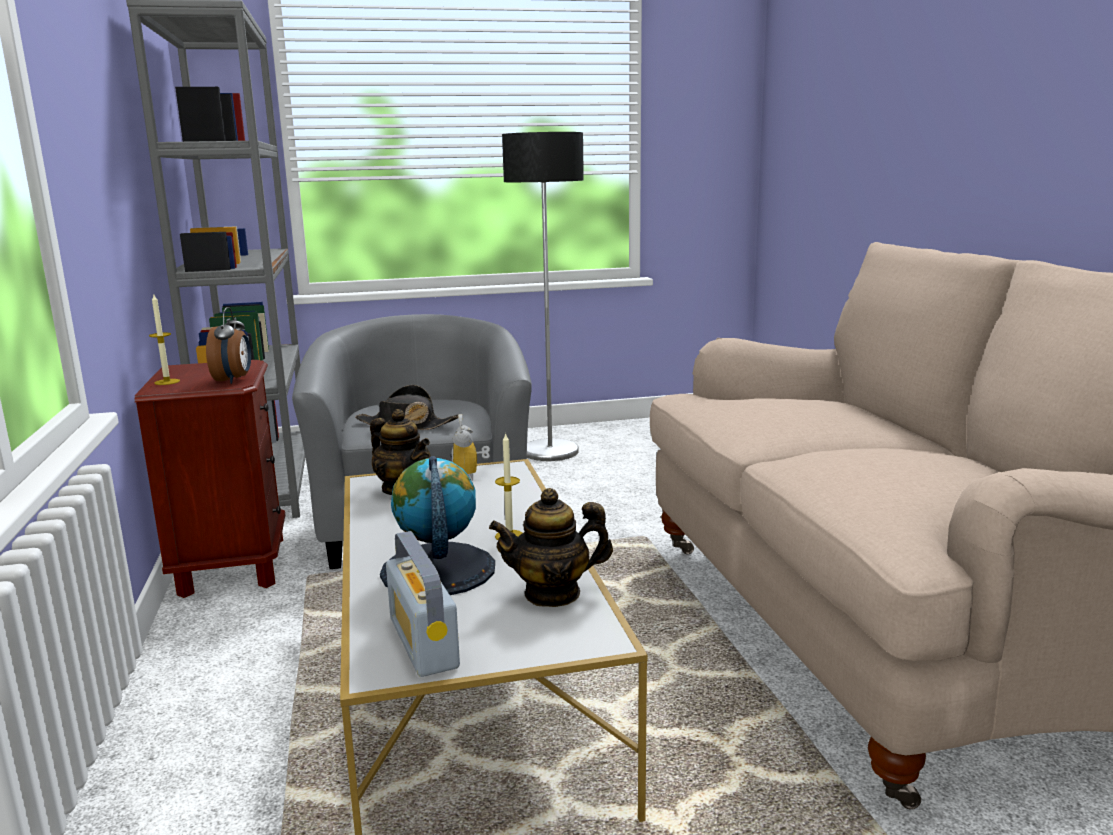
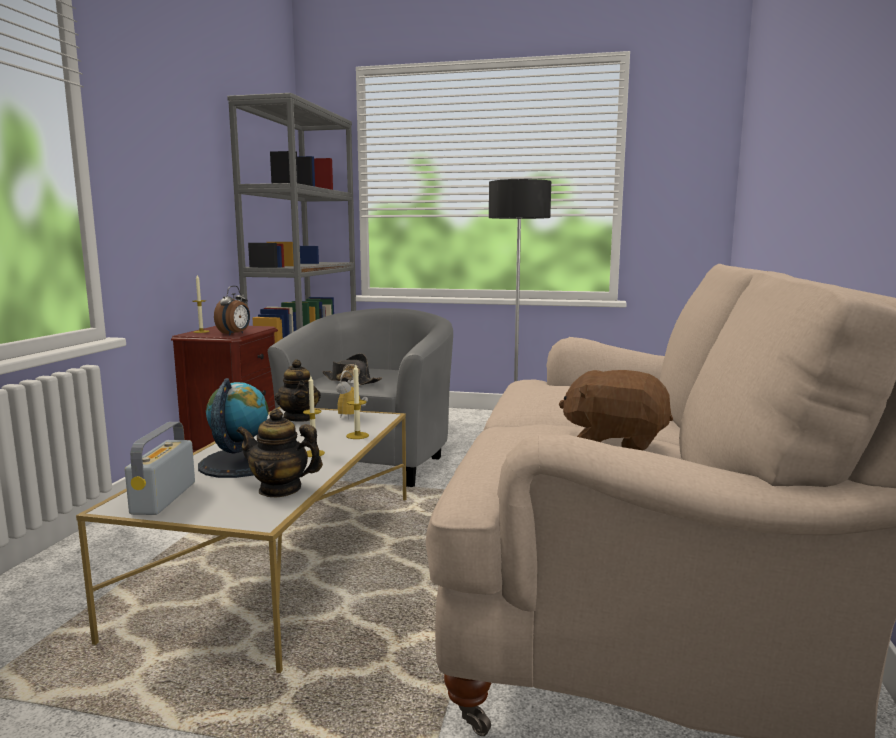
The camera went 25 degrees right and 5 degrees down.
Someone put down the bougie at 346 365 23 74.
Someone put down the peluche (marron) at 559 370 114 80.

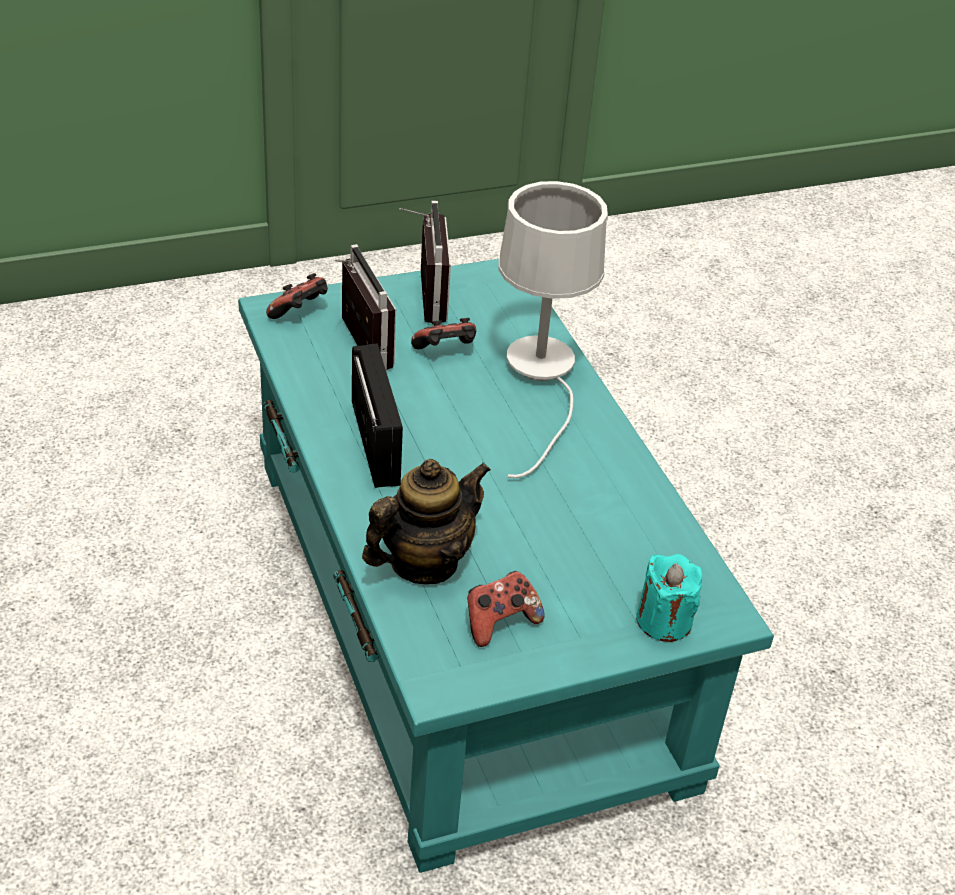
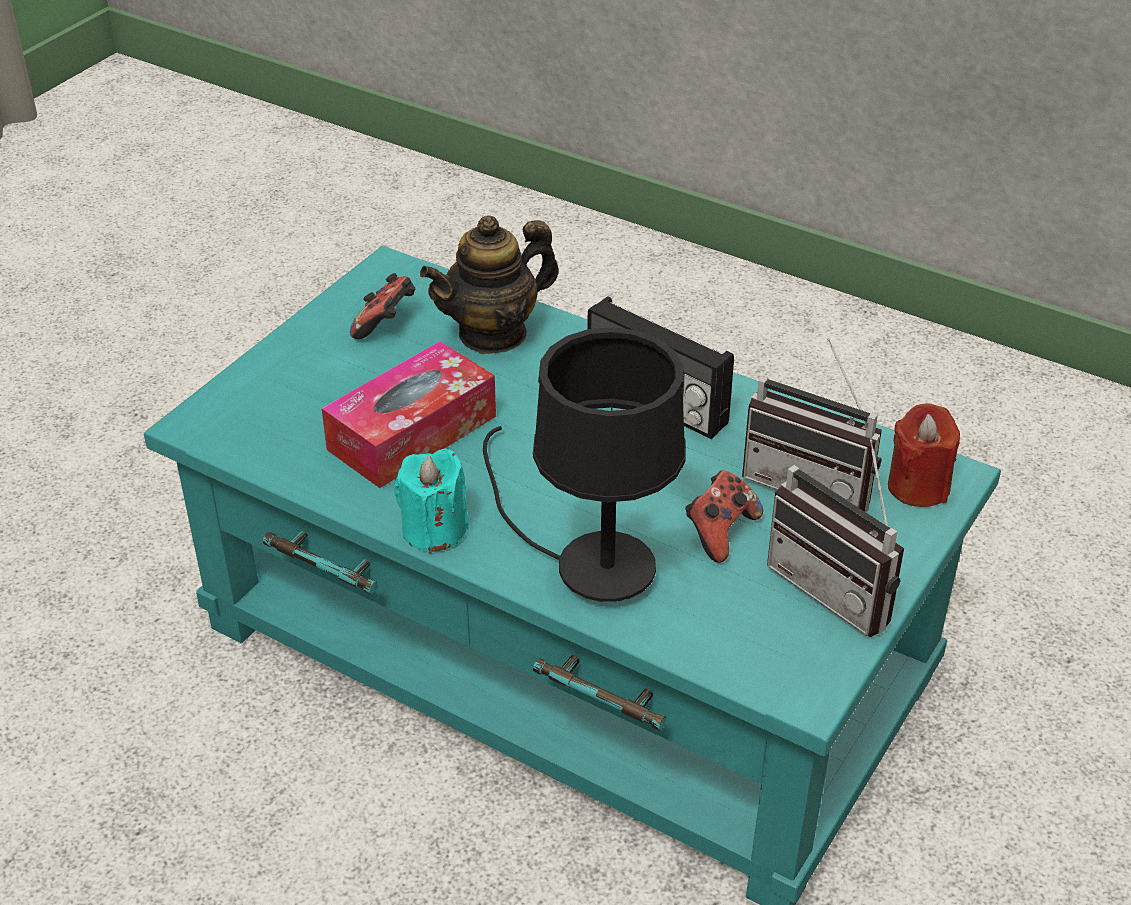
The camera went 145 degrees right and 0 degrees up.
Someone repainted the lampe de table (blanc) at 498 181 110 297, which became the lampe de table (noir) at 483 327 203 275.
Someone swapped the manette at 266 273 62 46 for the bougie (rouge) at 888 403 72 104.
Someone rotated the théière at 362 459 129 125 by 45 degrees clockwise.
Someone carried the bougie (turquoise) from 636 554 66 88 to 394 449 75 104.
Someone put down the boîte à mouchoirs at 322 341 174 147.

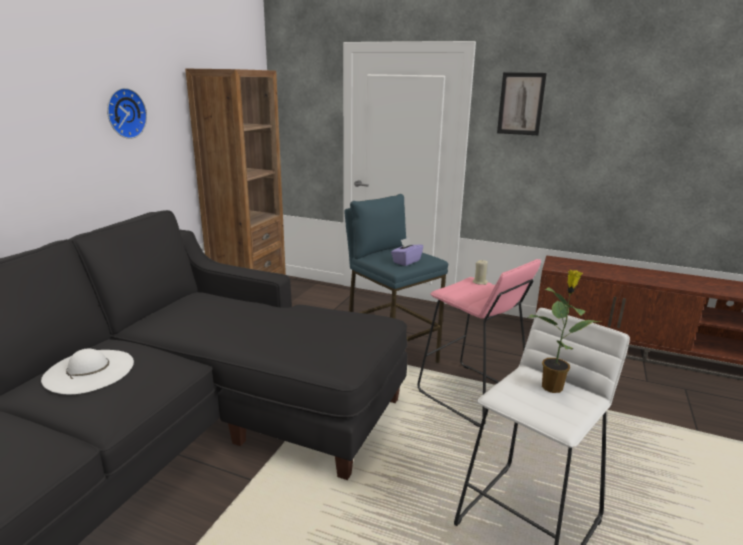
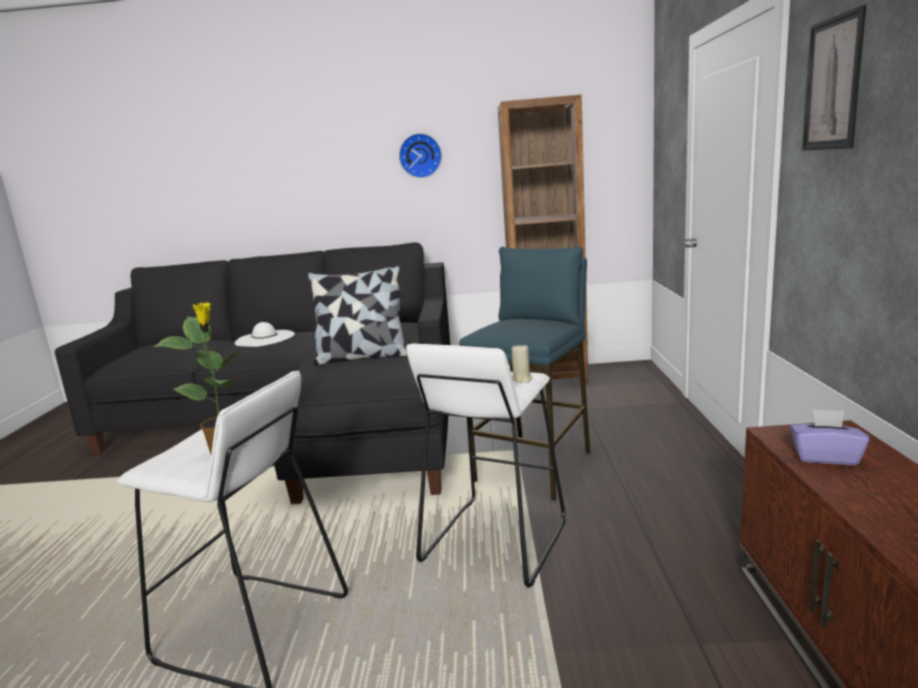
The camera went 70 degrees right and 5 degrees down.
Someone carried the boîte à mouchoirs (violet) from 391 237 32 29 to 790 409 80 56.
Someone repainted the tabouret (rose) at 418 259 123 168, which became the tabouret (blanc) at 406 343 159 245.
Someone put down the coussin at 308 265 99 101.

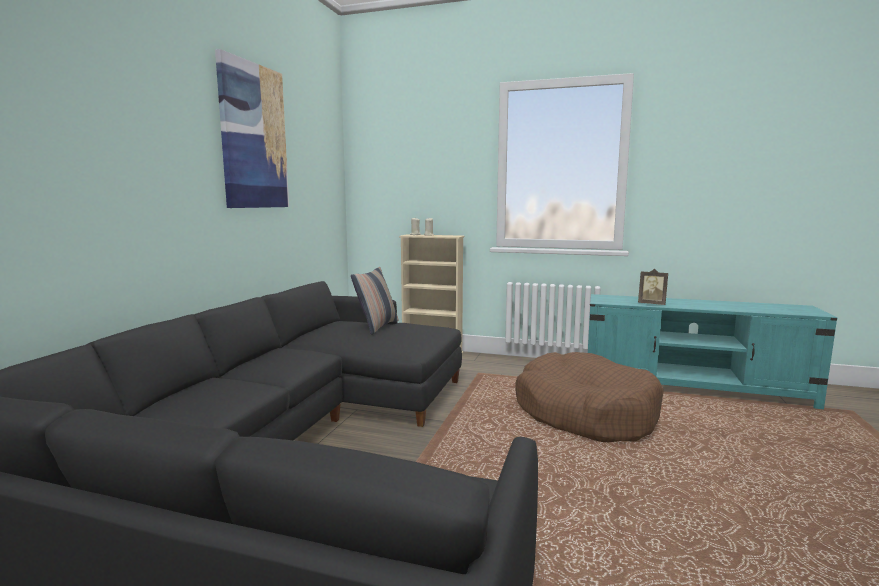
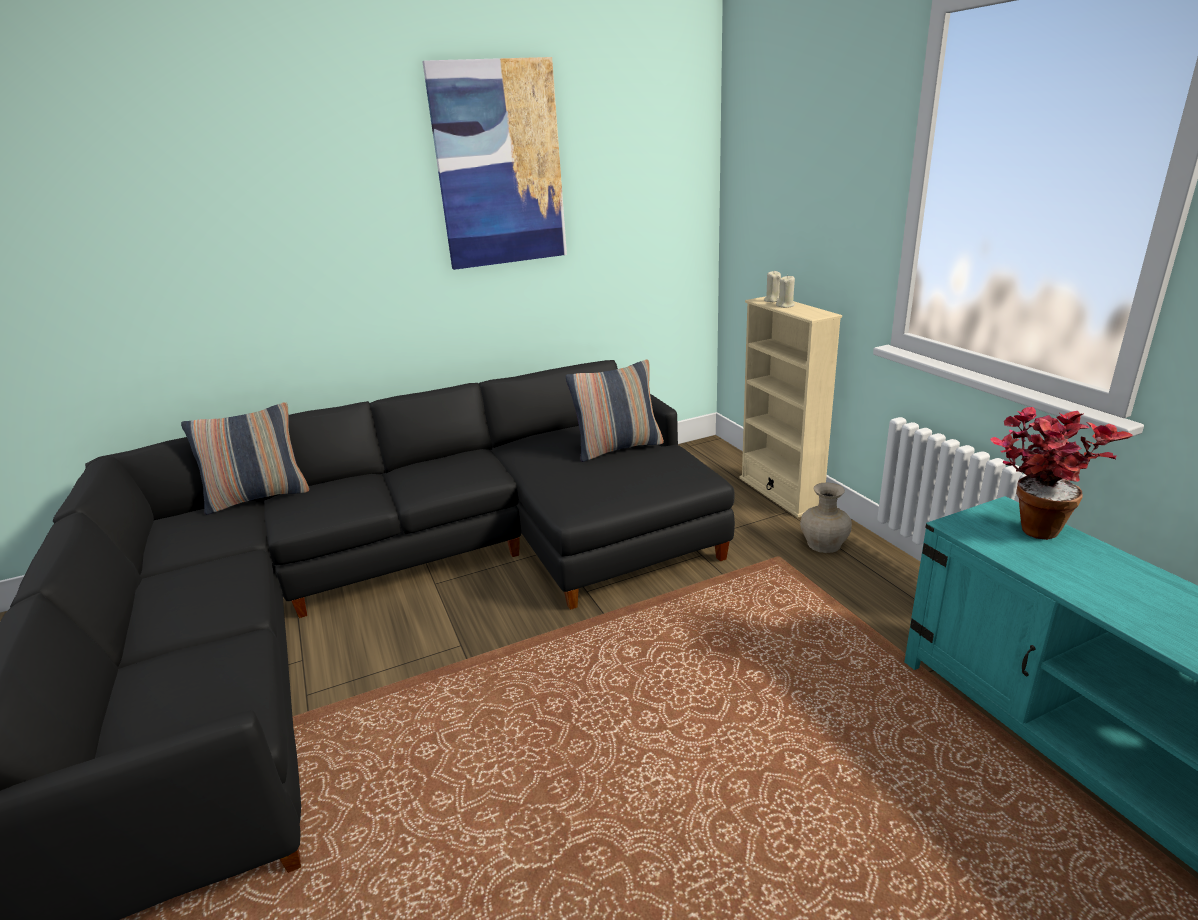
The camera went 50 degrees right and 15 degrees up.
Someone took away the cadre photo at 638 269 30 36.
Someone took away the panier pour chien (marron) at 516 352 148 90.
Someone put down the coussin at 181 402 129 113.
Someone put down the plante en pot at 990 407 143 133.
Someone put down the vase (beige) at 800 482 52 71.

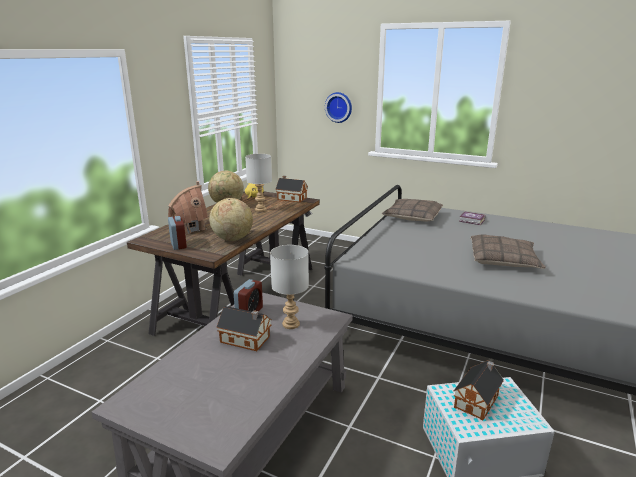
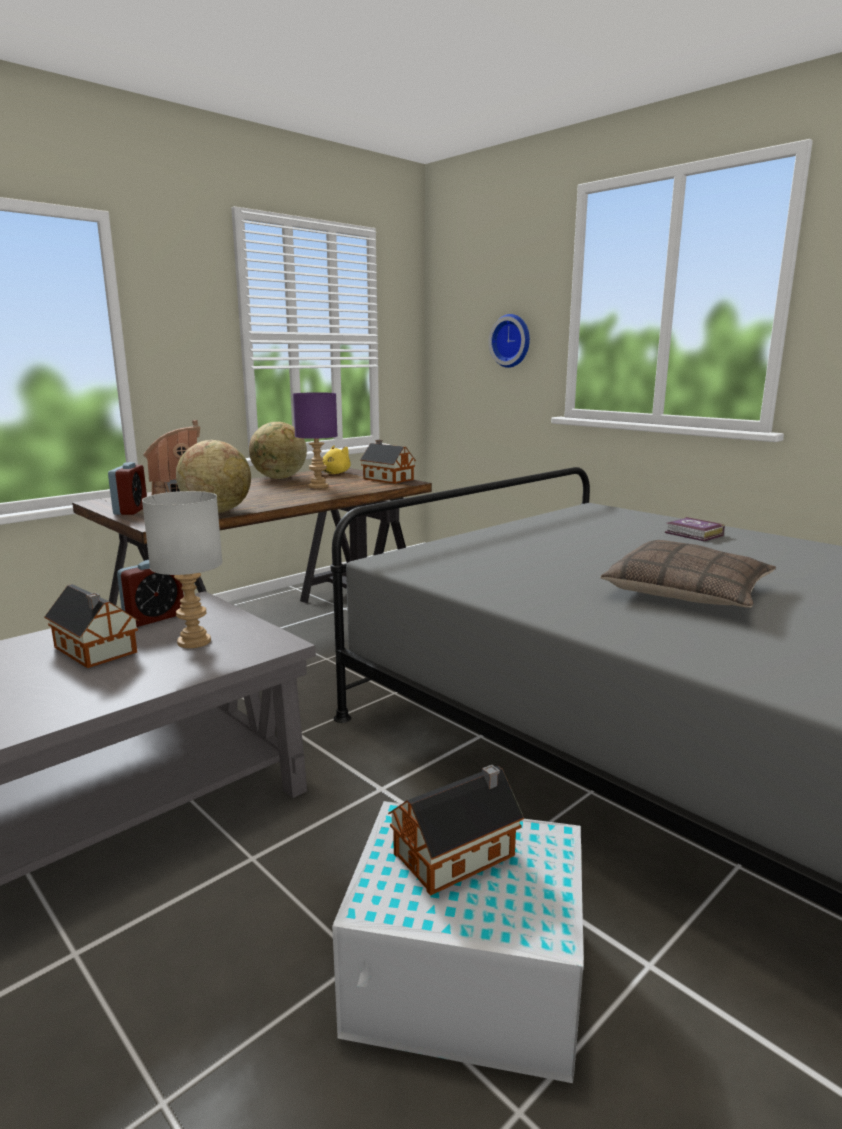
The camera went 20 degrees right and 5 degrees down.
Someone repainted the lampe de table (gris) at 245 154 27 58, which became the lampe de table (violet) at 293 392 45 96.
Someone took away the coussin at 382 199 61 23.

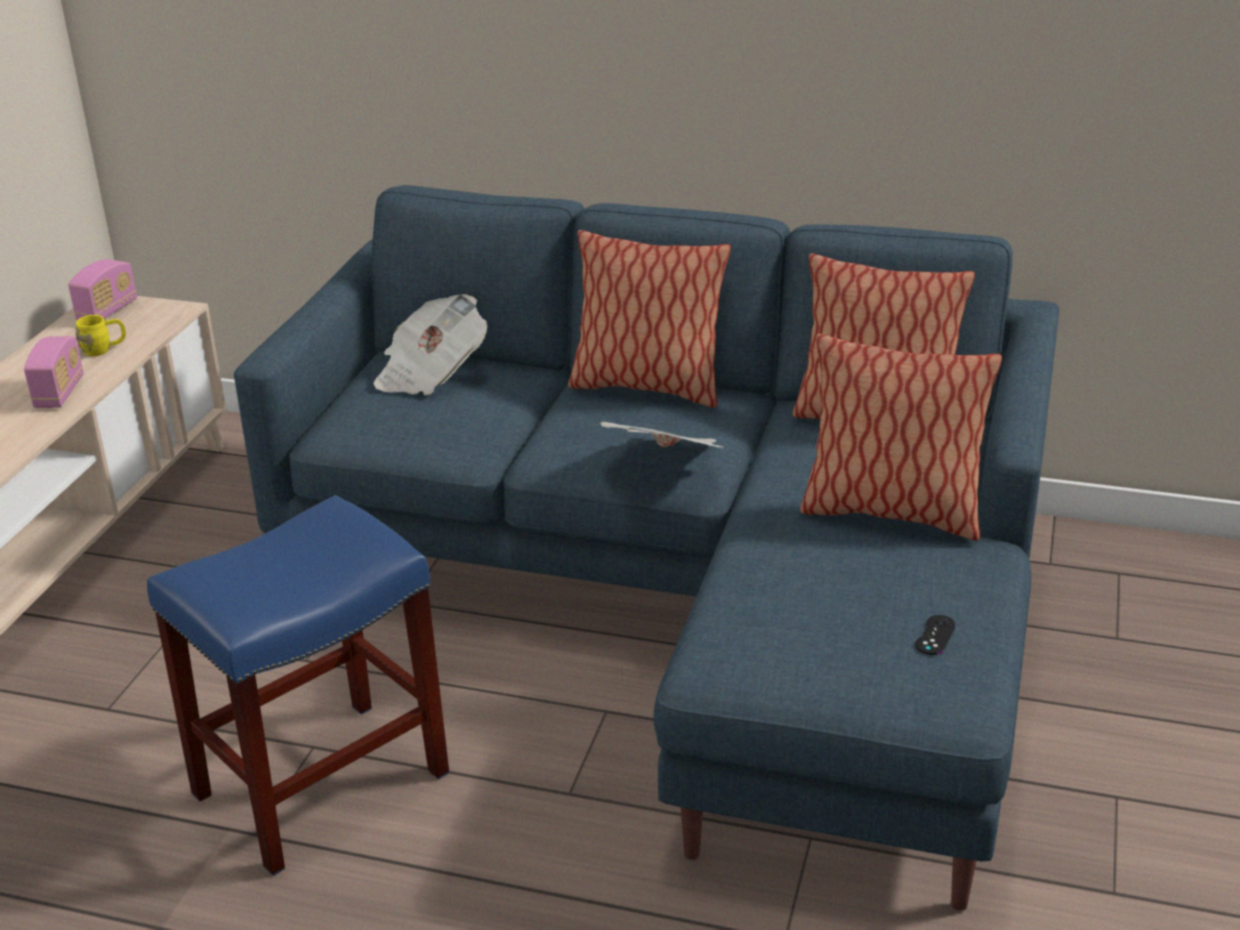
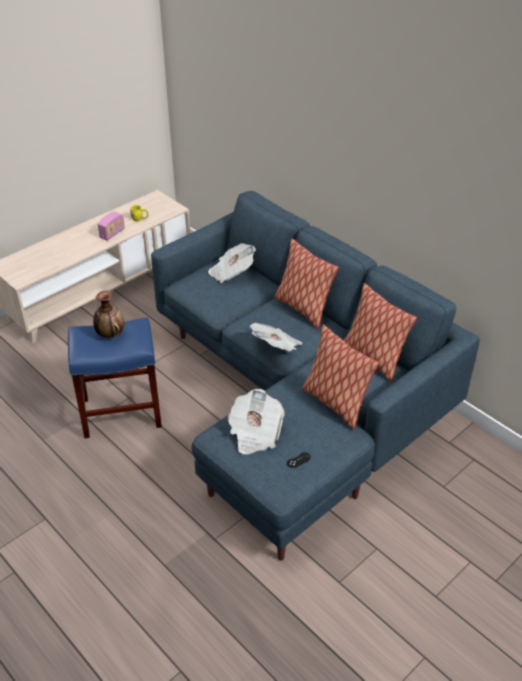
The camera went 30 degrees right and 10 degrees up.
Someone took away the radio at 68 259 69 61.
Someone put down the vase at 93 291 32 47.
Someone put down the journal at 228 389 57 65.

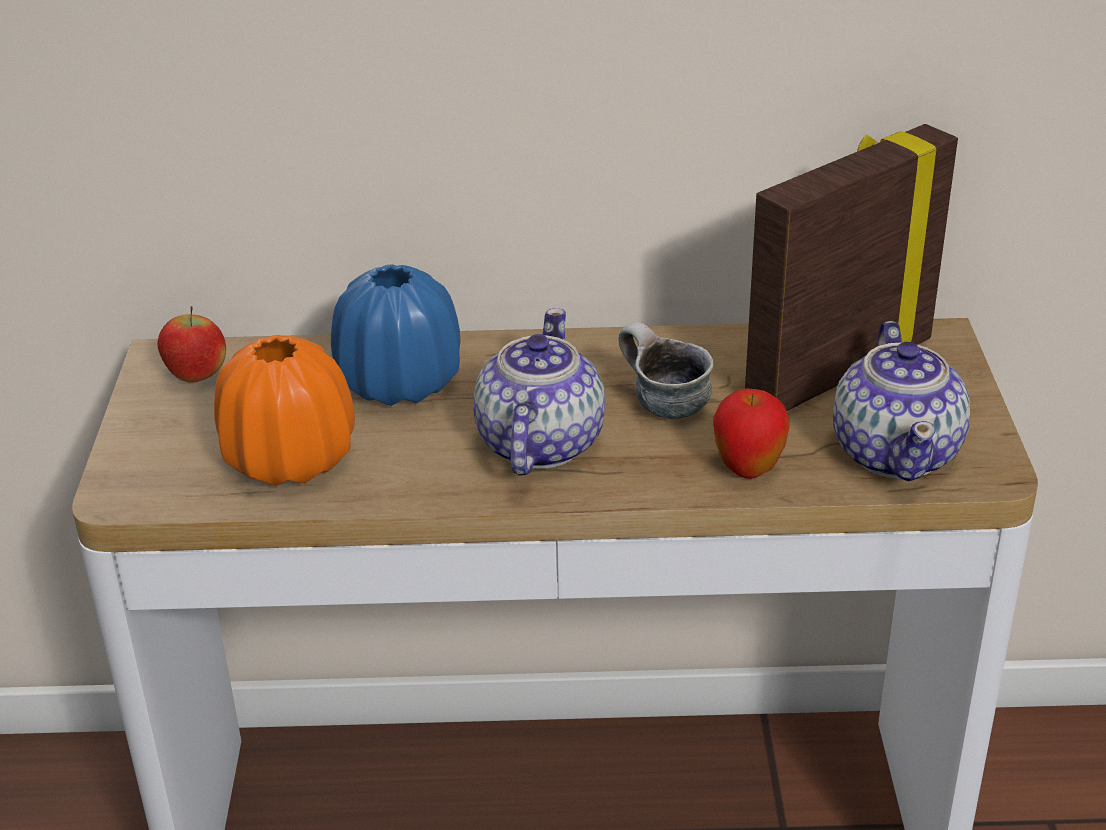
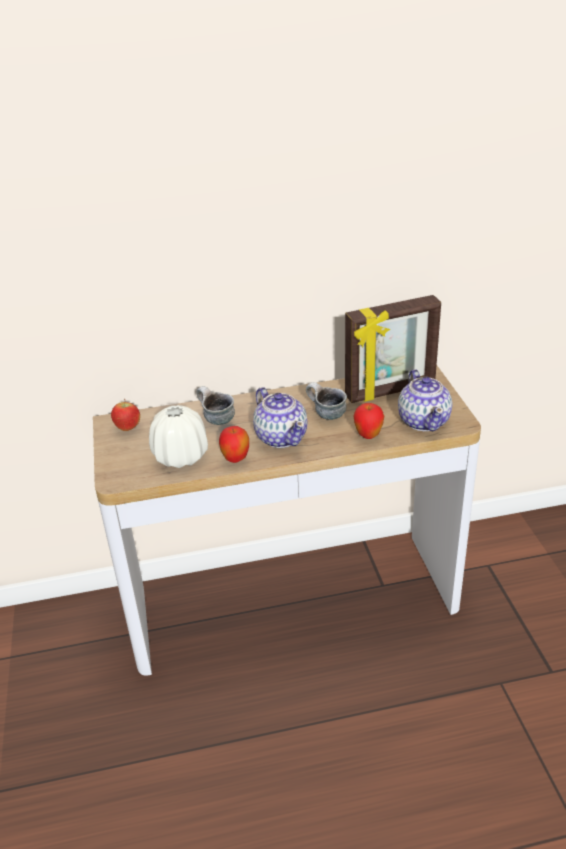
The camera went 10 degrees left and 0 degrees up.
Someone rotated the cadre photo at 745 124 213 287 by 150 degrees counterclockwise.
Someone swapped the vase (bleu) at 331 264 129 142 for the mug at 196 386 39 39.
Someone rotated the théière at 473 308 132 167 by 150 degrees clockwise.
Someone repainted the vase (orange) at 214 335 141 151, which became the vase (blanc) at 149 405 59 63.
Someone put down the pomme at 219 426 30 37.

